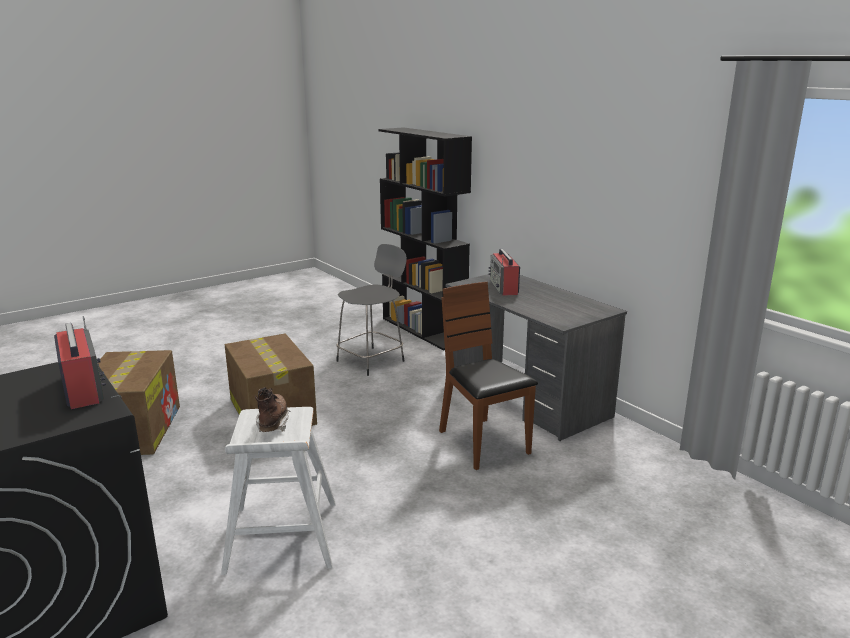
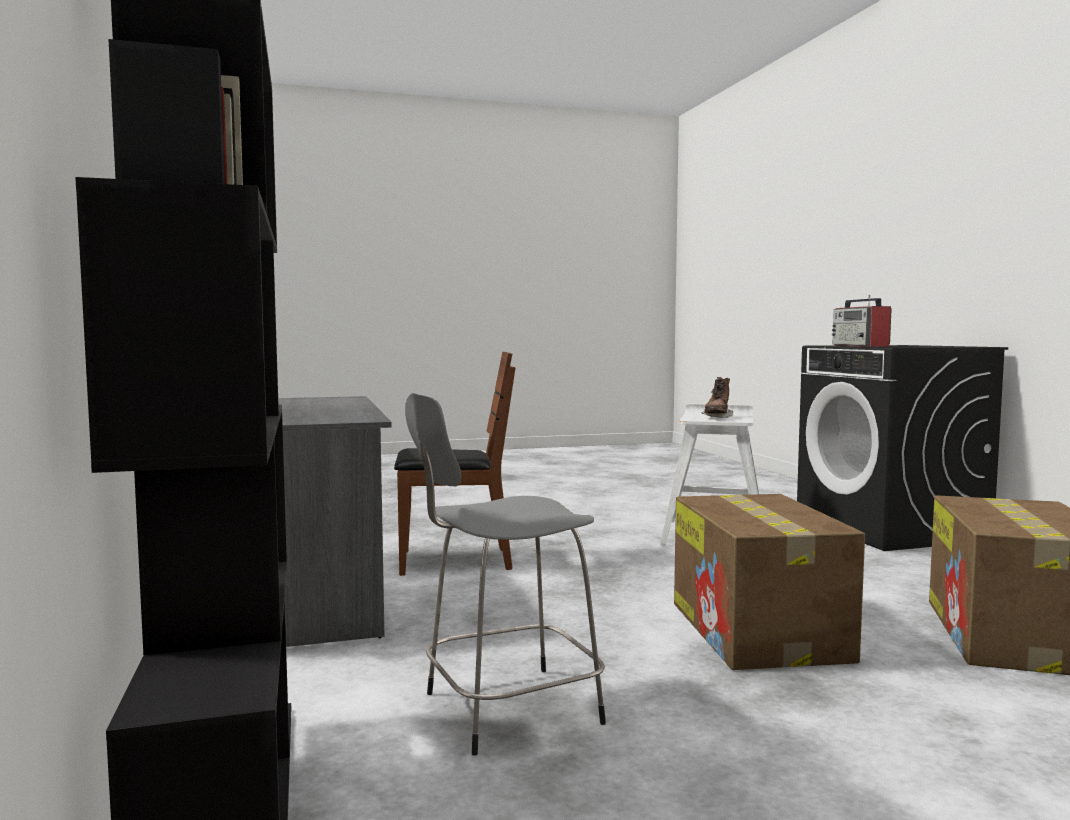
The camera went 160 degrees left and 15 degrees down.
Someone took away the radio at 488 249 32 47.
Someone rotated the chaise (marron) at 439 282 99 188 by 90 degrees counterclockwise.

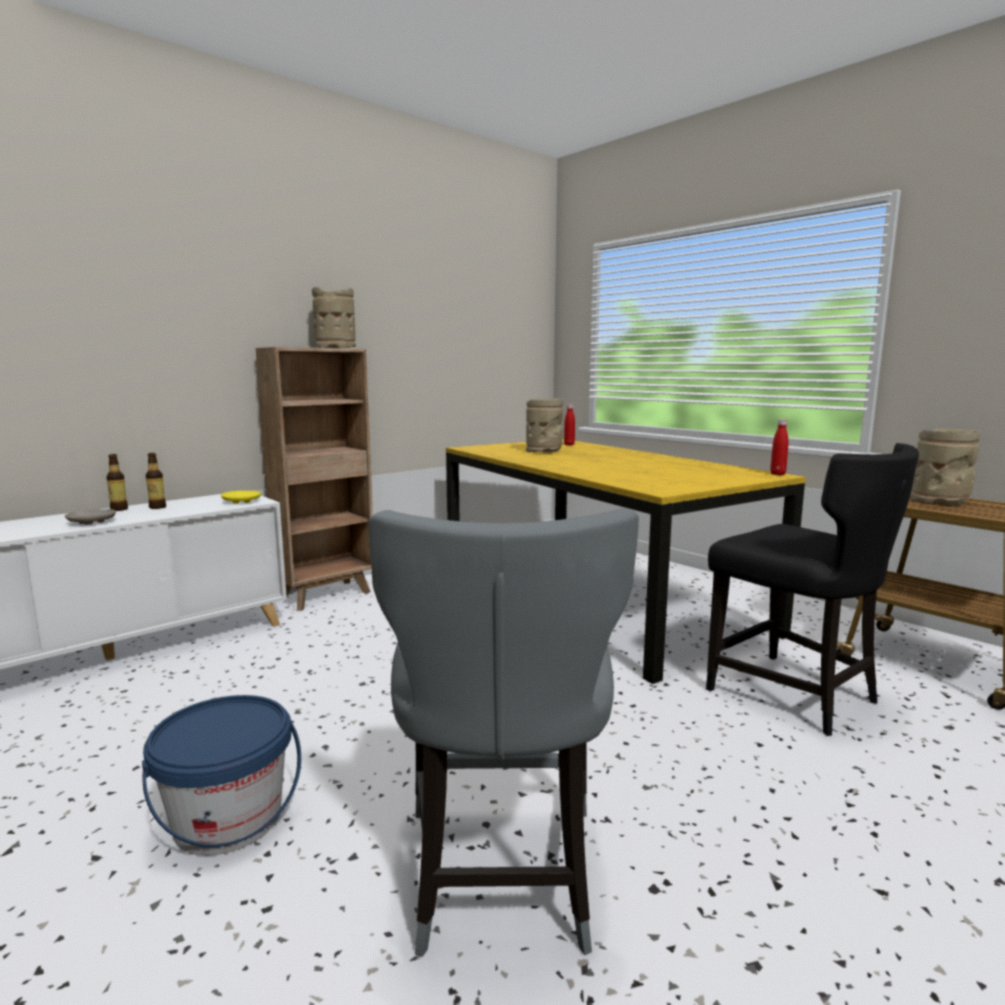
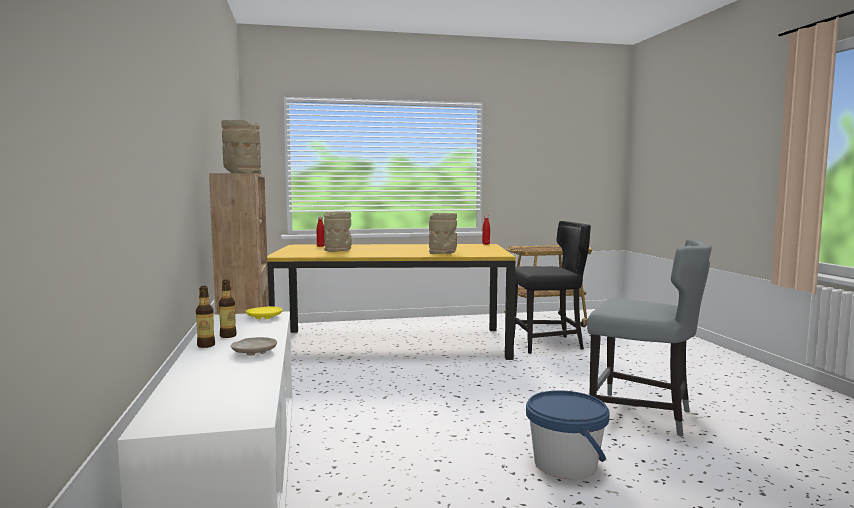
The camera went 60 degrees left and 5 degrees down.
Someone carried the vase (beige) from 911 428 70 77 to 429 213 28 41.

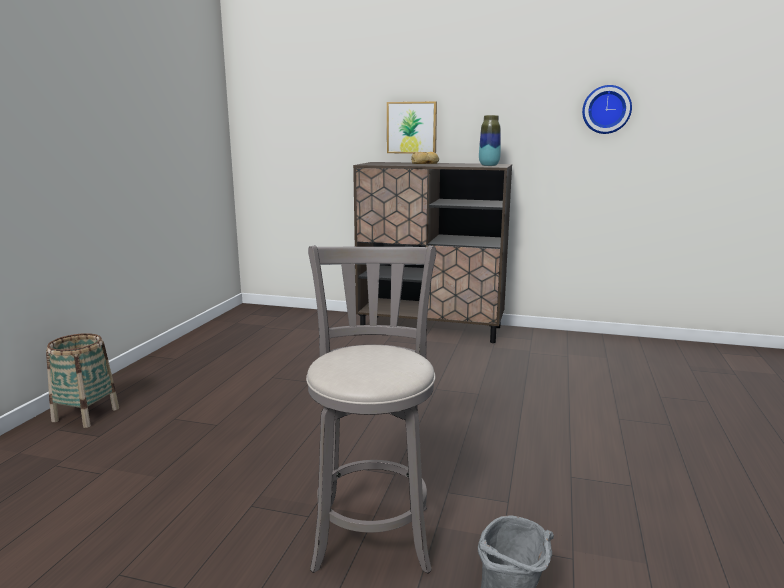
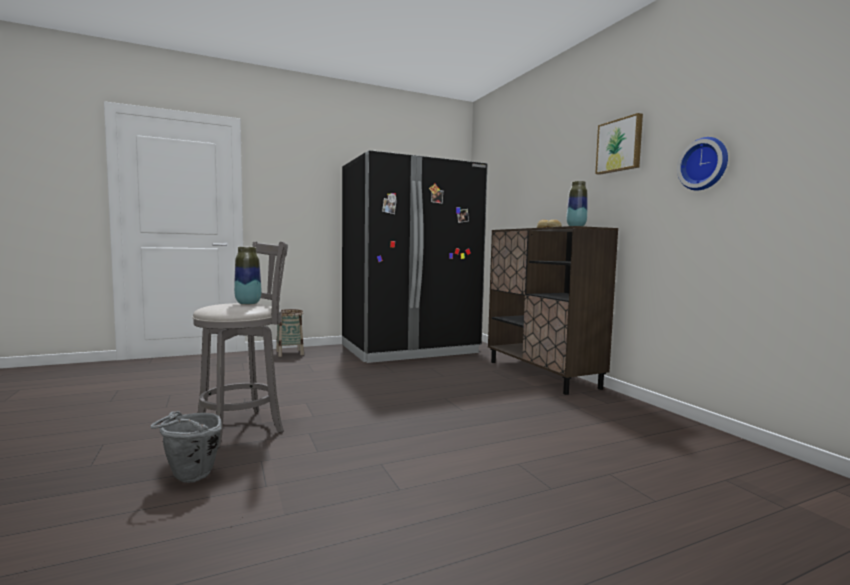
The camera went 50 degrees right and 10 degrees down.
Someone carried the tableau from 387 101 50 53 to 595 113 48 62.
Someone put down the réfrigérateur (noir) at 342 150 146 213.
Someone put down the vase at 234 247 27 58.

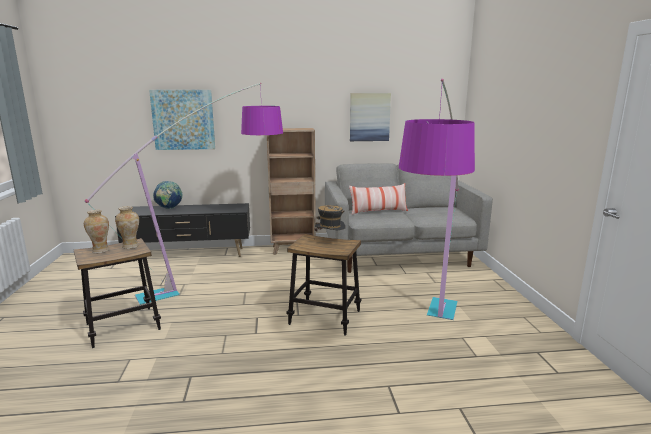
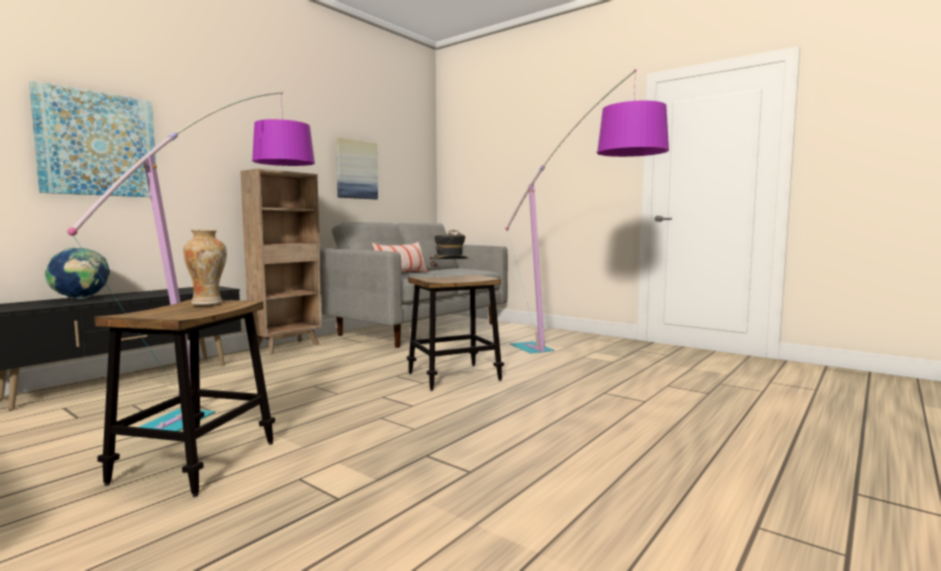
The camera went 45 degrees left and 10 degrees down.
Someone took away the vase at 84 210 26 44.

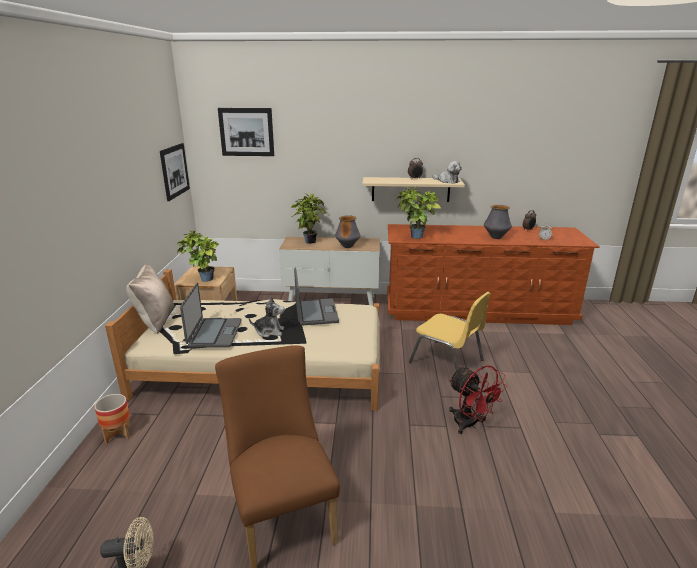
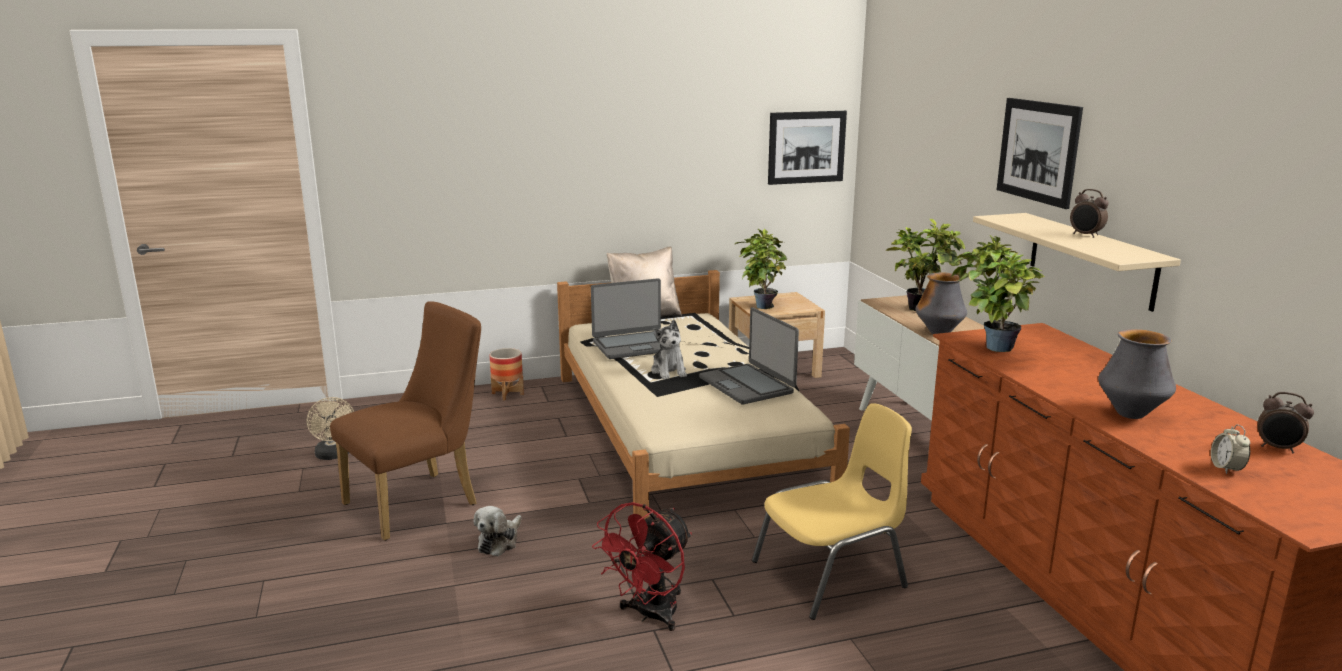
The camera went 70 degrees right and 5 degrees down.
Someone carried the tableau from 218 108 56 48 to 997 98 86 111.
Someone carried the peluche from 432 161 30 23 to 474 506 48 50.
Someone rotated the ordinateur portable at 294 267 45 58 by 90 degrees clockwise.
Someone rotated the chaise (jaune) at 409 292 82 78 by 135 degrees counterclockwise.

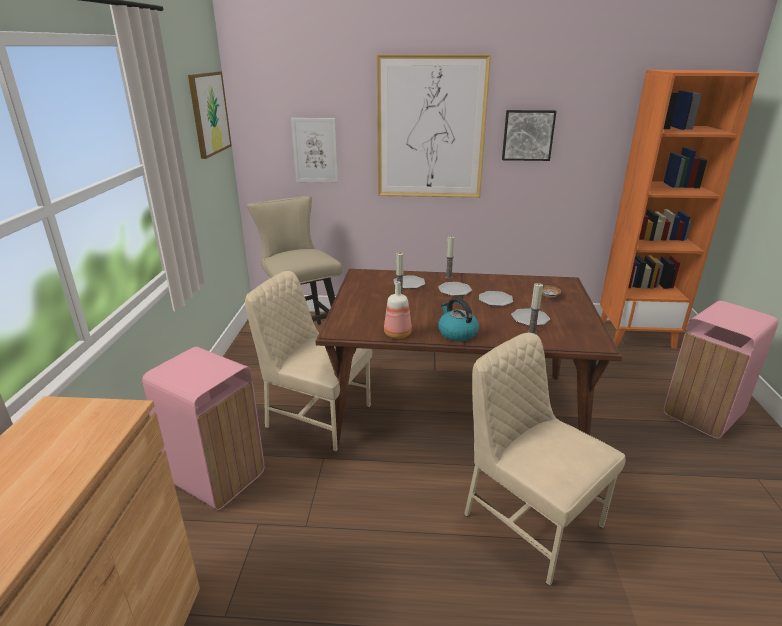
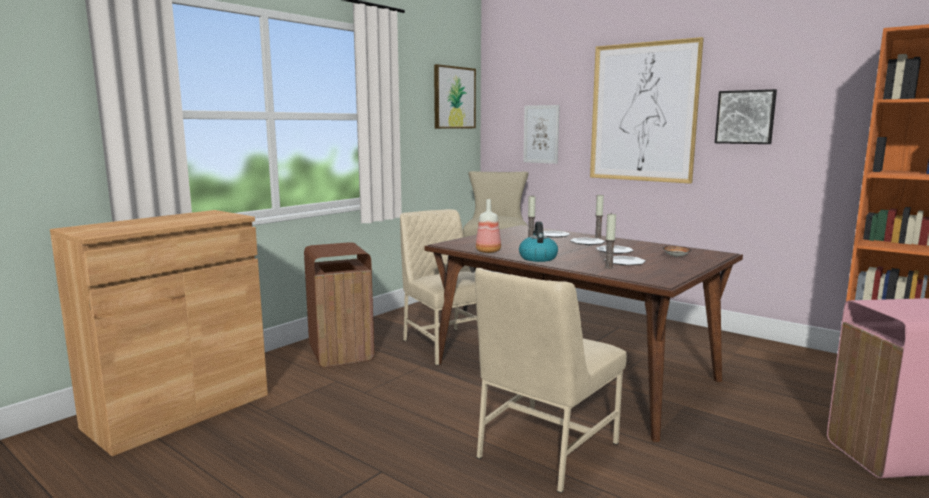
The camera went 35 degrees right and 15 degrees down.
Someone rotated the chaise (beige) at 464 333 162 253 by 135 degrees counterclockwise.
Someone repainted the poubelle (rose) at 142 347 122 163, which became the poubelle (marron) at 304 242 70 125.

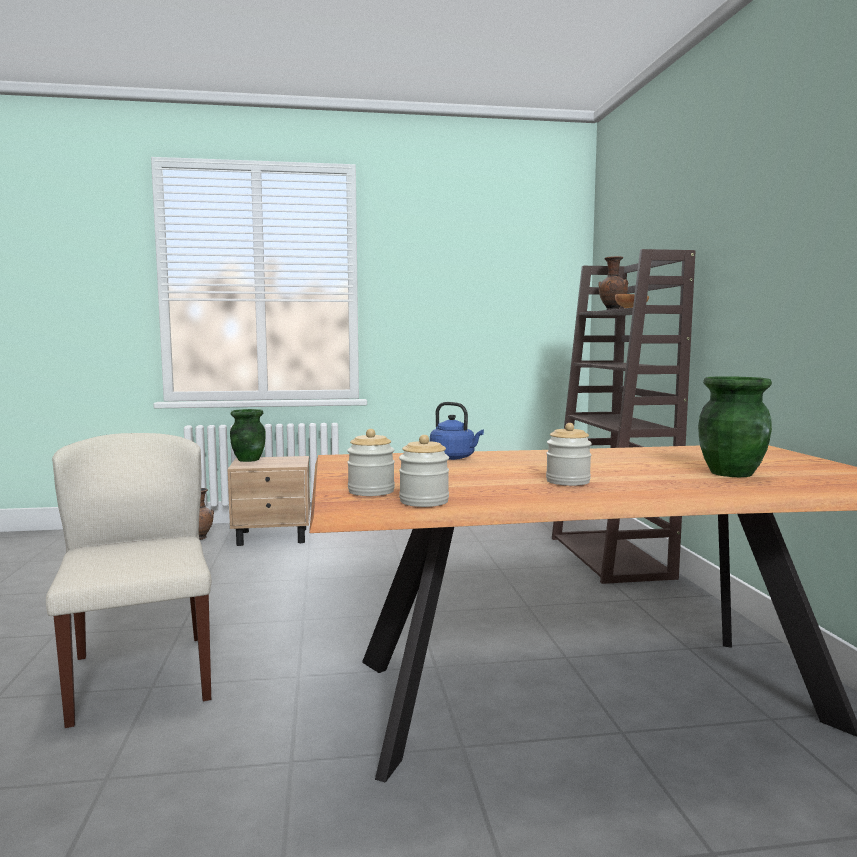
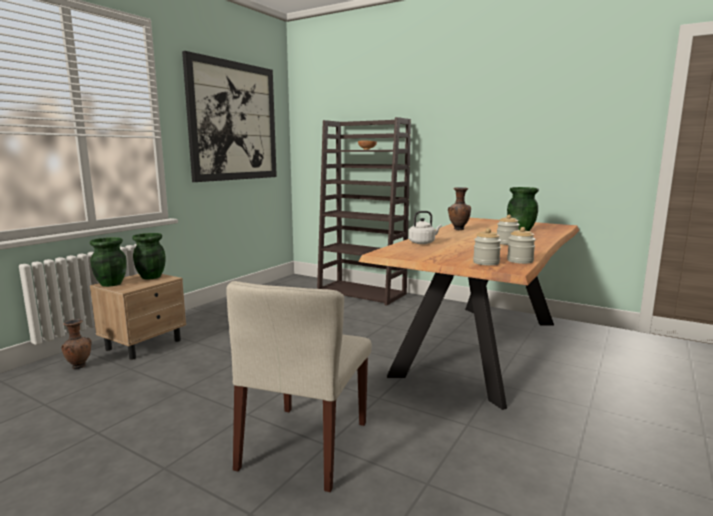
The camera went 50 degrees left and 5 degrees up.
Someone carried the vase (marron) from 598 256 30 54 to 448 187 23 43.
Someone repainted the bouilloire (bleu) at 430 402 54 58, which became the bouilloire (blanc) at 409 211 33 33.
Someone rotated the chaise (beige) at 46 433 165 295 by 90 degrees counterclockwise.
Someone put up the tableau at 182 51 95 131.
Someone put down the vase (vert) at 132 233 34 46.

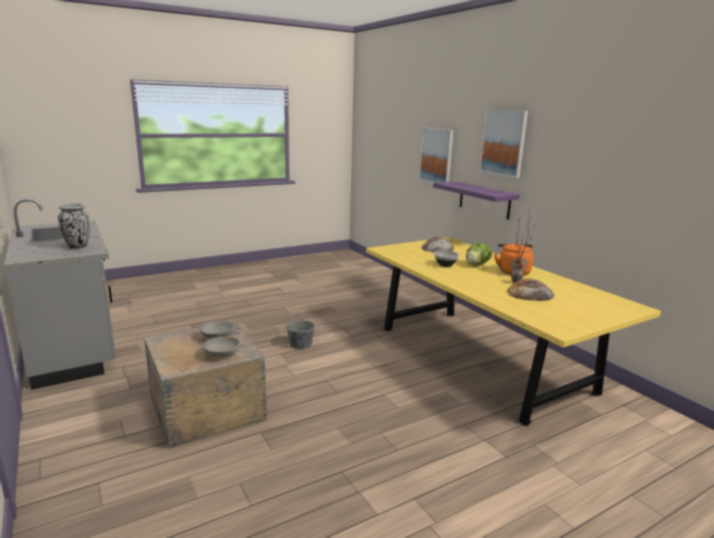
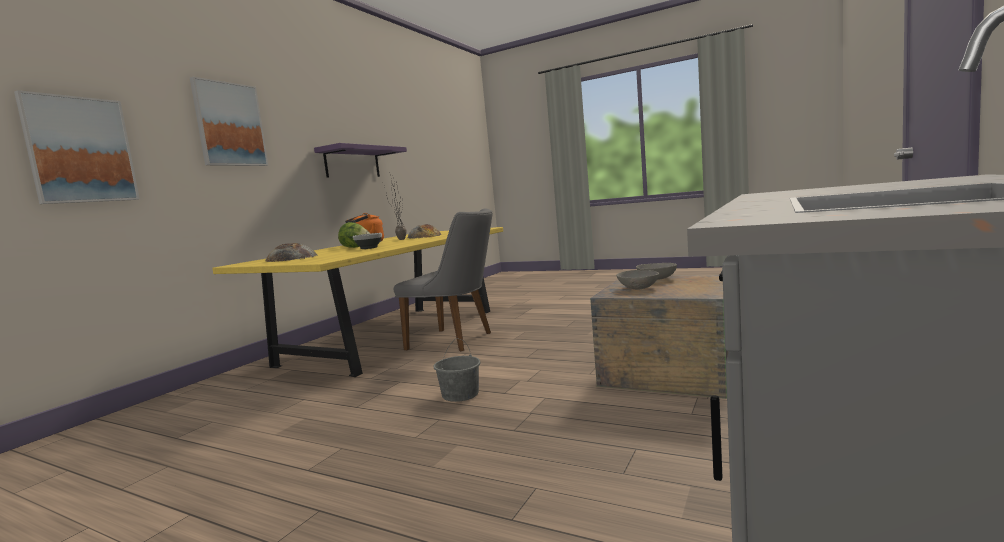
The camera went 120 degrees left and 10 degrees down.
Someone carried the étagère (violet) from 433 182 87 38 to 314 143 93 35.
Someone took away the vase at 58 204 32 45.
Someone put down the chaise (gris) at 394 208 99 143.

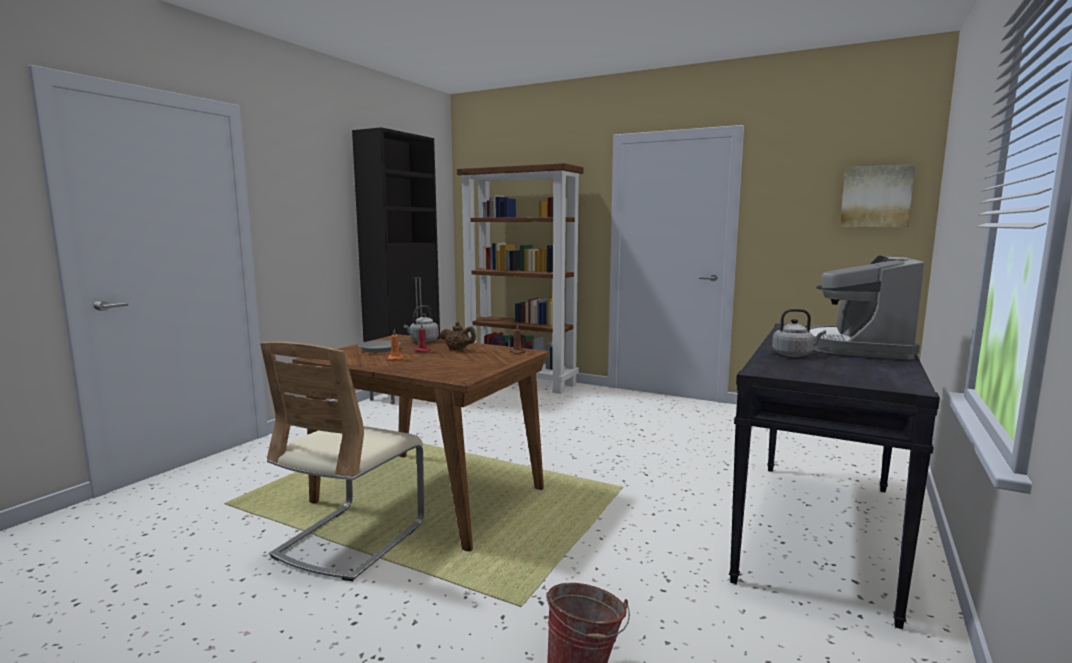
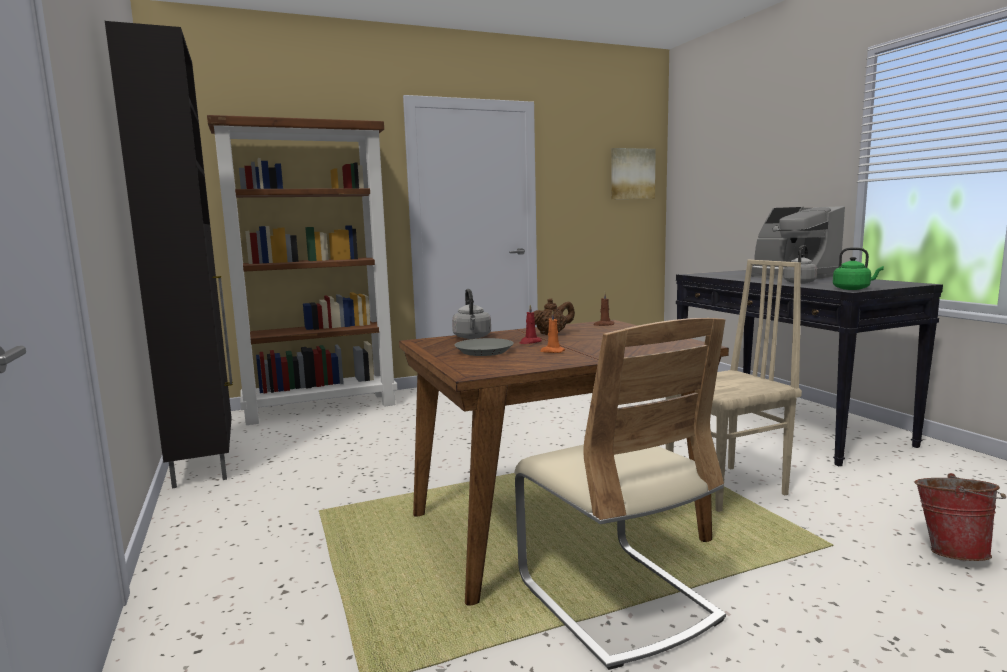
The camera went 50 degrees left and 0 degrees up.
Someone put down the bouilloire (vert) at 833 247 51 43.
Someone put down the chaise (beige) at 666 260 136 252.

